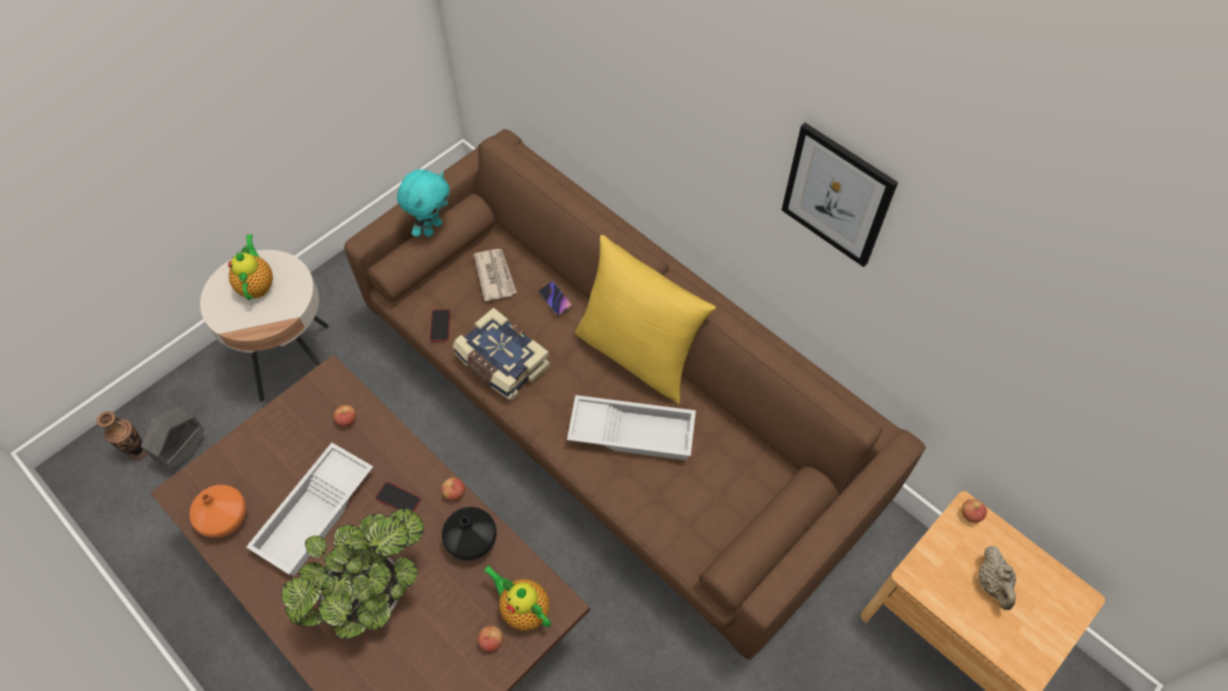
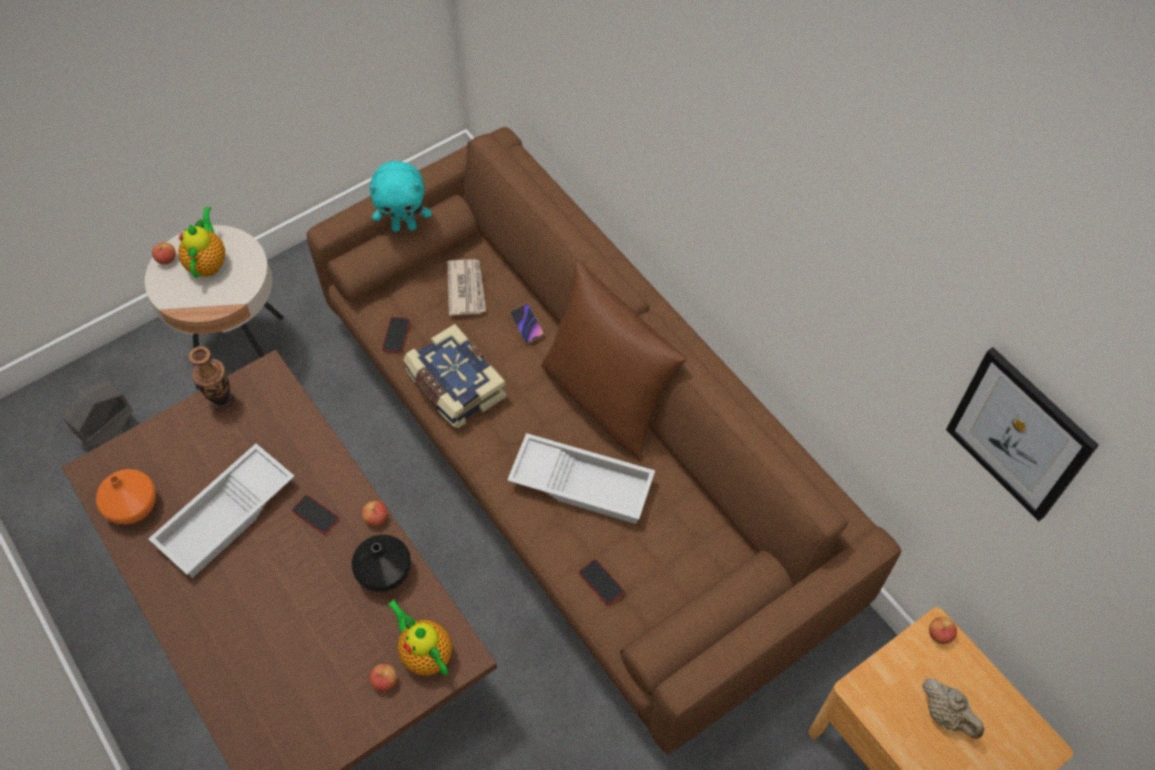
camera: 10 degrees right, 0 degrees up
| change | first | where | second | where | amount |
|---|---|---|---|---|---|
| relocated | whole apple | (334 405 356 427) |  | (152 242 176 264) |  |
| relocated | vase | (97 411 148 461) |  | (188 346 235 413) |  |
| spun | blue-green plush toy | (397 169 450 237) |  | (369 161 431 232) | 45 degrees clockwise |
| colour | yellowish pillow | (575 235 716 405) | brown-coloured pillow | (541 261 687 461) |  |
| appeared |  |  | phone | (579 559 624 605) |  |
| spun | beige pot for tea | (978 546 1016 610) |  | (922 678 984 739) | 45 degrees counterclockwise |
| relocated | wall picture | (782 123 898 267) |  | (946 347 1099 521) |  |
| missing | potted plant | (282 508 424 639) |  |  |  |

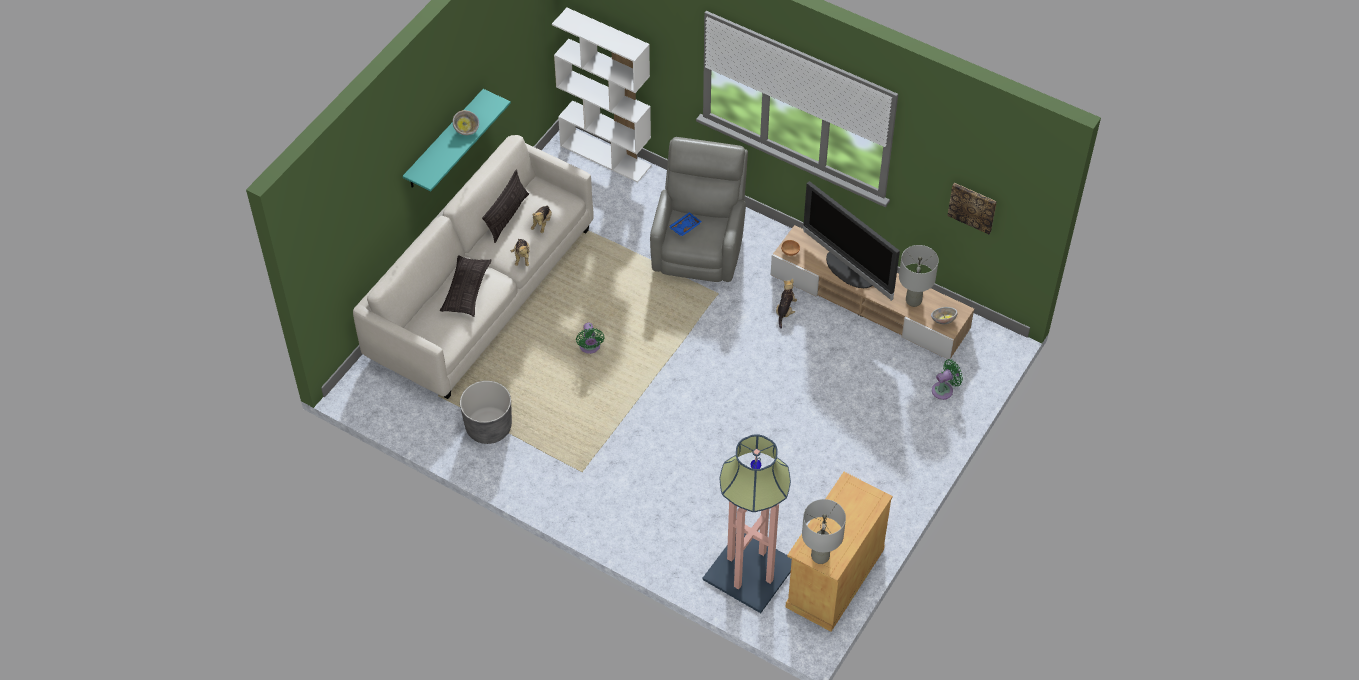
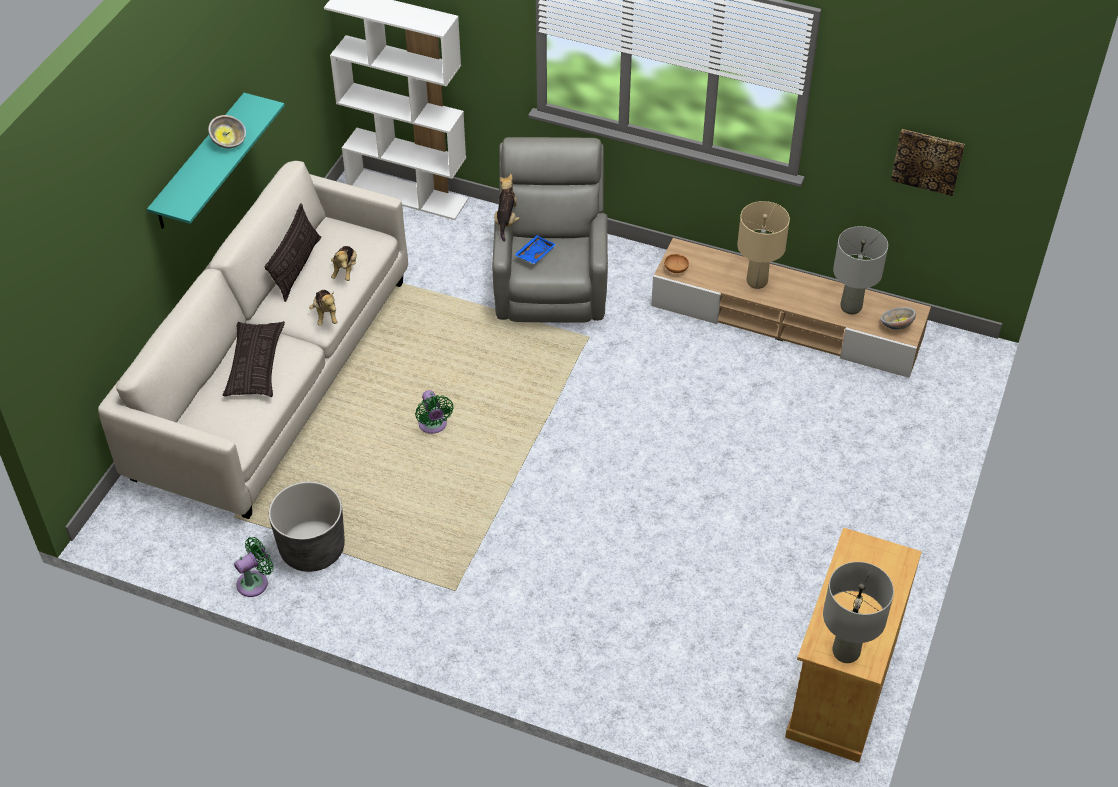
camera: 10 degrees left, 5 degrees down
| change | first | where | second | where | amount |
|---|---|---|---|---|---|
| relocated | greenish cooling fan | (932 359 963 400) |  | (234 537 273 597) |  |
| relocated | plush toy | (776 279 797 329) |  | (495 174 520 242) |  |
| exchanged | television | (803 181 900 301) | beige table lamp | (737 201 790 289) |  |
| missing | floor lamp | (702 434 792 613) |  |  |  |

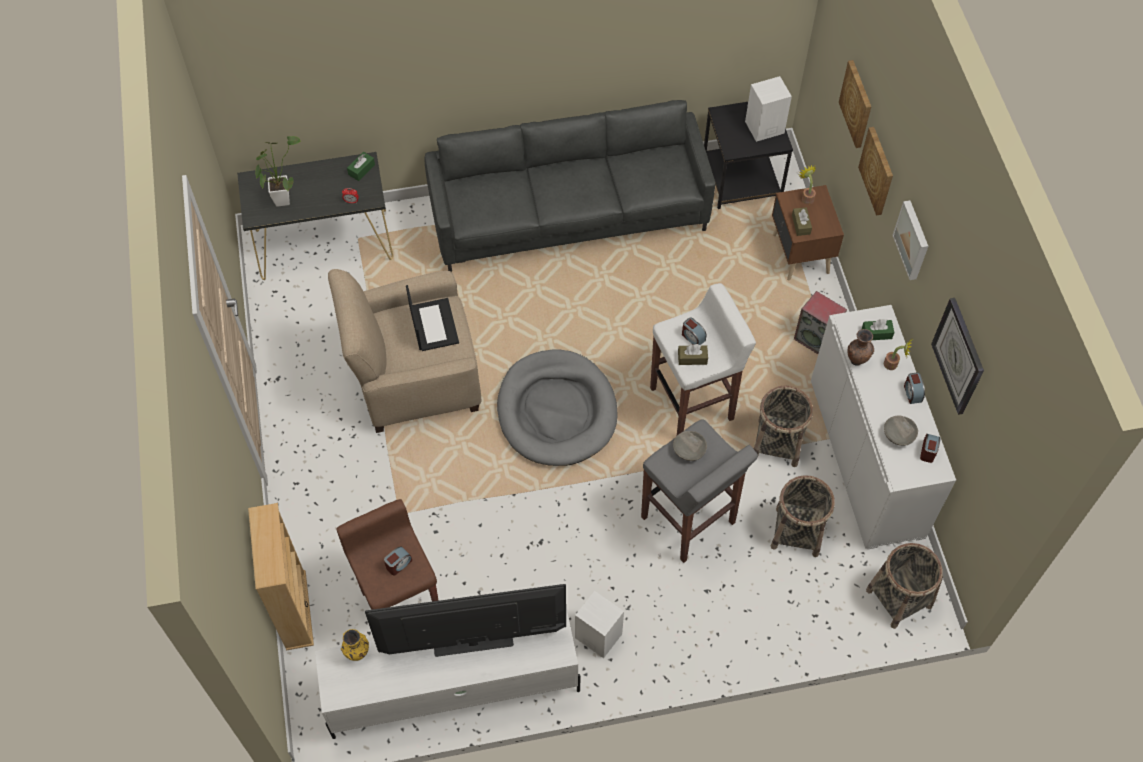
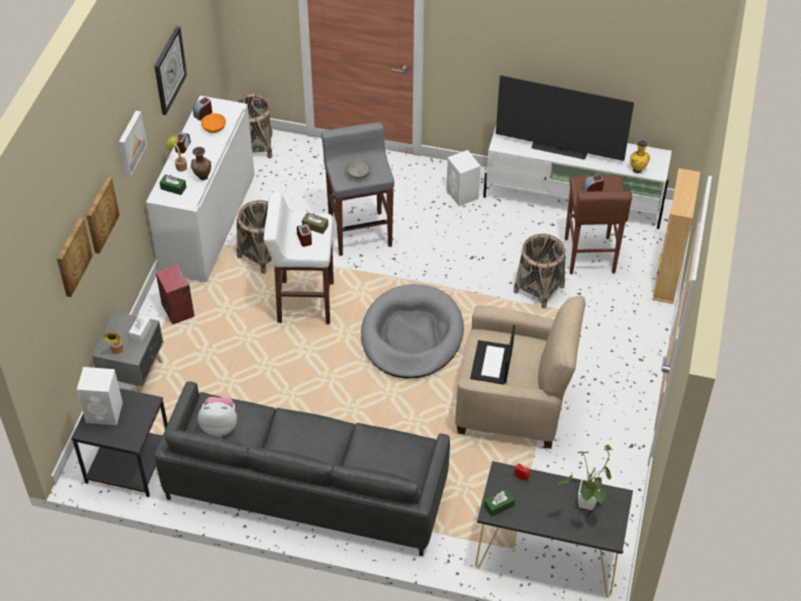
camera: 155 degrees left, 10 degrees down
| change | first | where | second | where | amount |
|---|---|---|---|---|---|
| colour | brown-coloured bedside table | (772 185 844 280) | grey bedside table | (92 312 163 393) |  |
| colour | brown-coloured tissue box | (792 207 812 236) | white tissue box | (129 315 152 342) |  |
| appeared |  |  | plush toy | (198 397 237 436) |  |
| colour | grey serving bowl | (884 415 918 446) | orange-coloured serving bowl | (201 113 226 133) |  |
| relocated | basket | (771 475 835 557) |  | (514 234 565 309) |  |

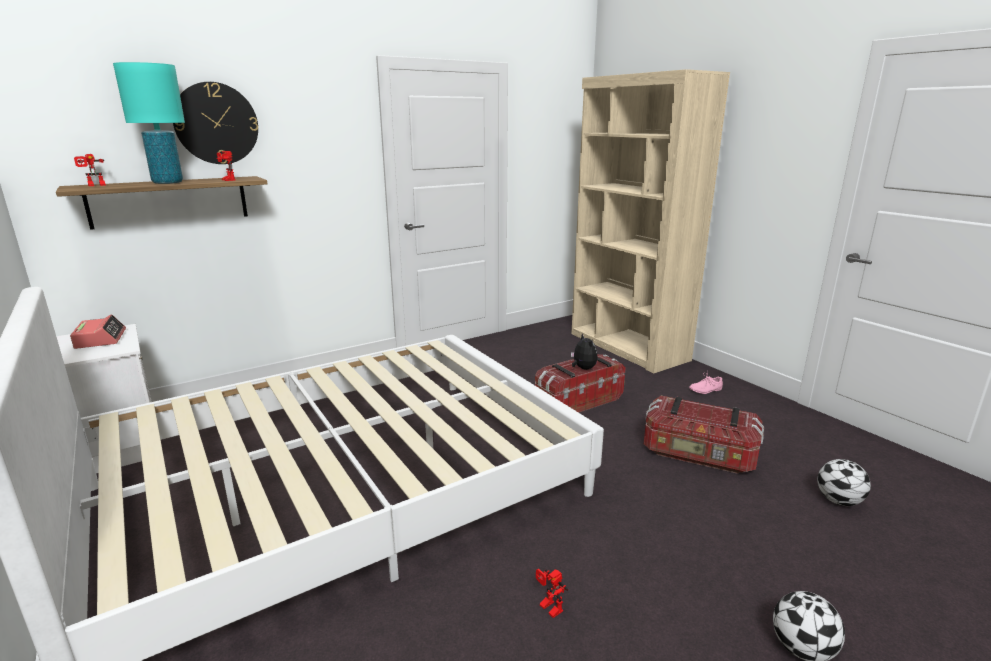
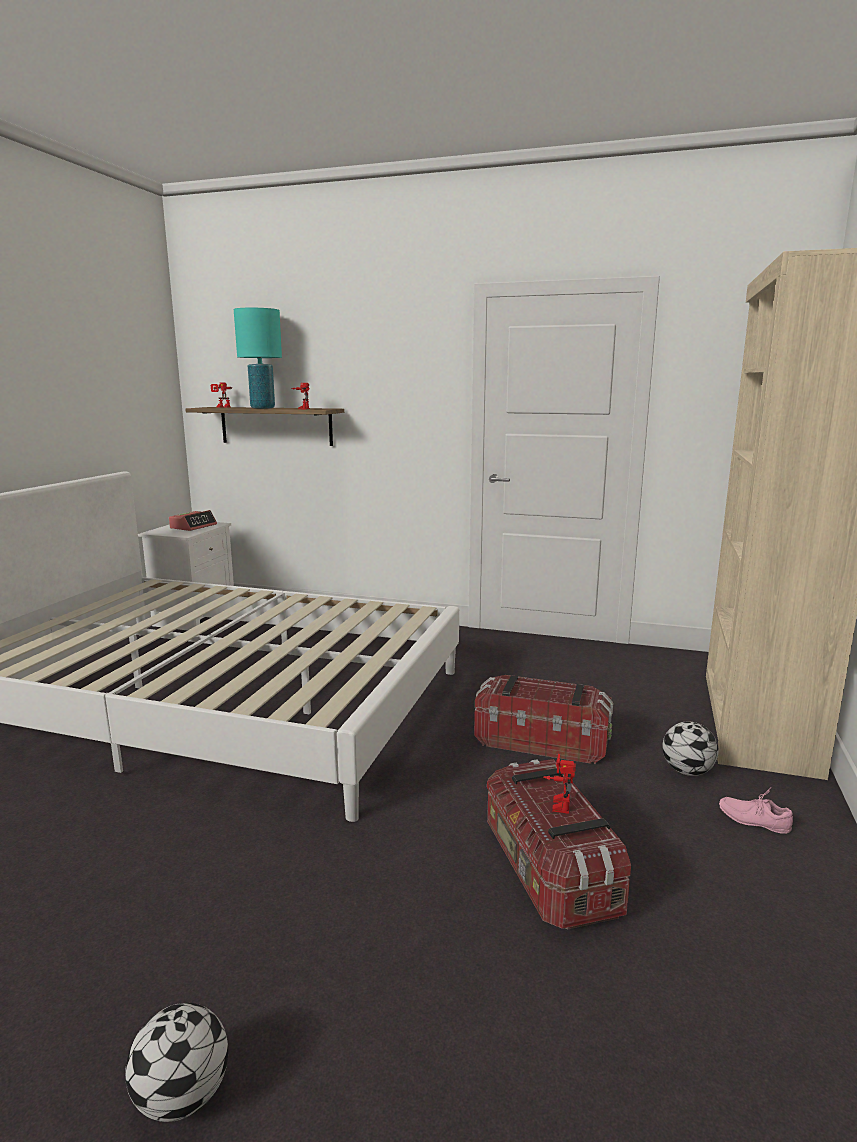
camera: 50 degrees right, 5 degrees down
| change | first | where | second | where | amount |
|---|---|---|---|---|---|
| relocated | model robot | (536 569 568 618) |  | (544 754 576 814) |  |
| relocated | ball for football | (817 459 871 506) |  | (662 721 719 776) |  |
| missing | clock on the wall | (173 82 258 164) |  |  |  |
| missing | plush toy | (571 333 598 370) |  |  |  |

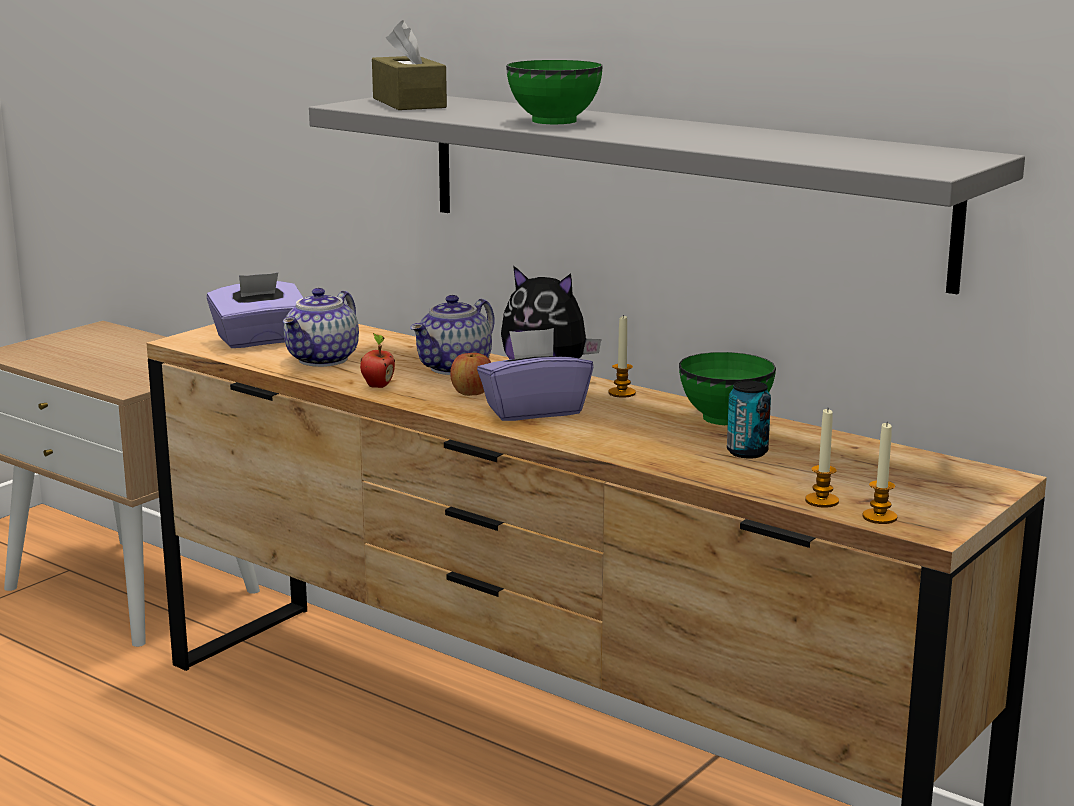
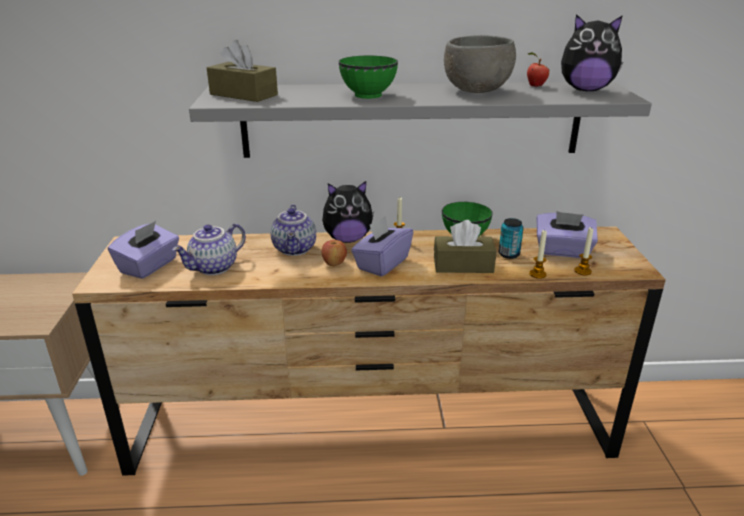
camera: 40 degrees left, 10 degrees up
| change | first | where | second | where | amount |
|---|---|---|---|---|---|
| spun | pot for tea | (283 288 359 367) |  | (172 223 246 275) | 60 degrees clockwise |
| appeared |  |  | brown-coloured tissue box | (434 220 496 273) |  |
| appeared |  |  | grey serving bowl | (444 35 516 93) |  |
| relocated | whole apple | (360 333 395 388) |  | (527 52 549 87) |  |
| relocated | wax candle | (862 423 897 524) |  | (529 230 547 279) |  |
| appeared |  |  | purple-coloured tissue box | (536 211 598 258) |  |
| appeared |  |  | plush toy | (561 14 623 91) |  |

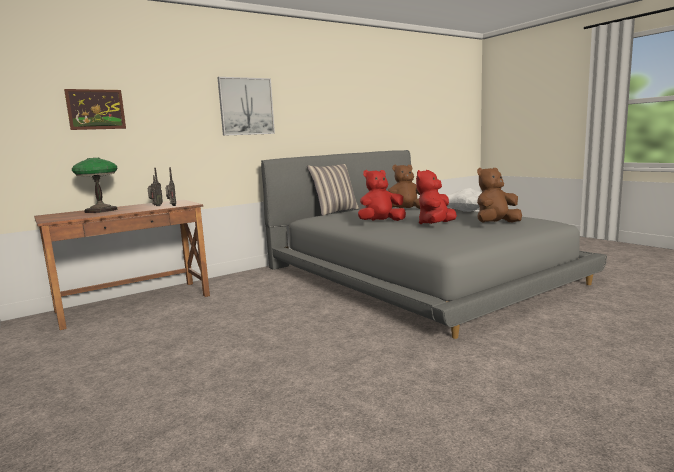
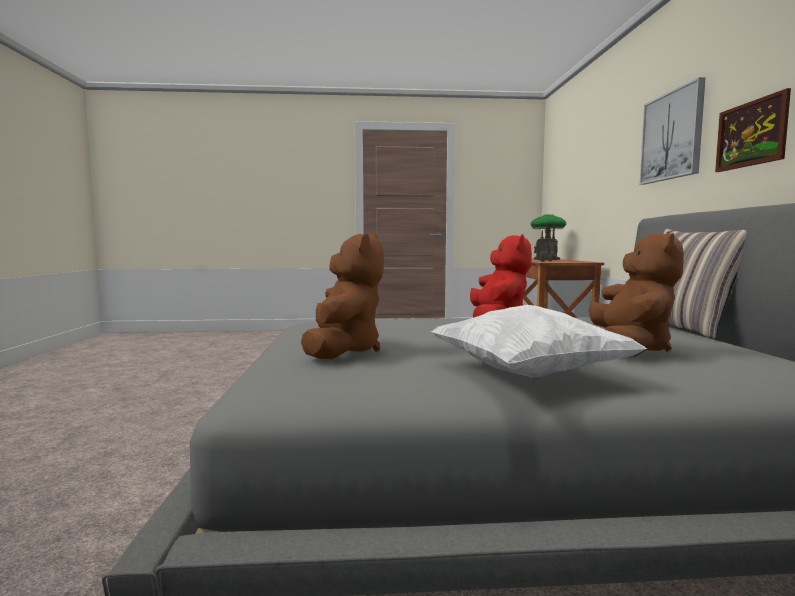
camera: 120 degrees right, 5 degrees down
| change | first | where | second | where | amount |
|---|---|---|---|---|---|
| relocated | wall picture | (64 89 126 130) |  | (715 88 791 172) |  |
| missing | red-coloured plush toy | (416 170 457 224) |  |  |  |

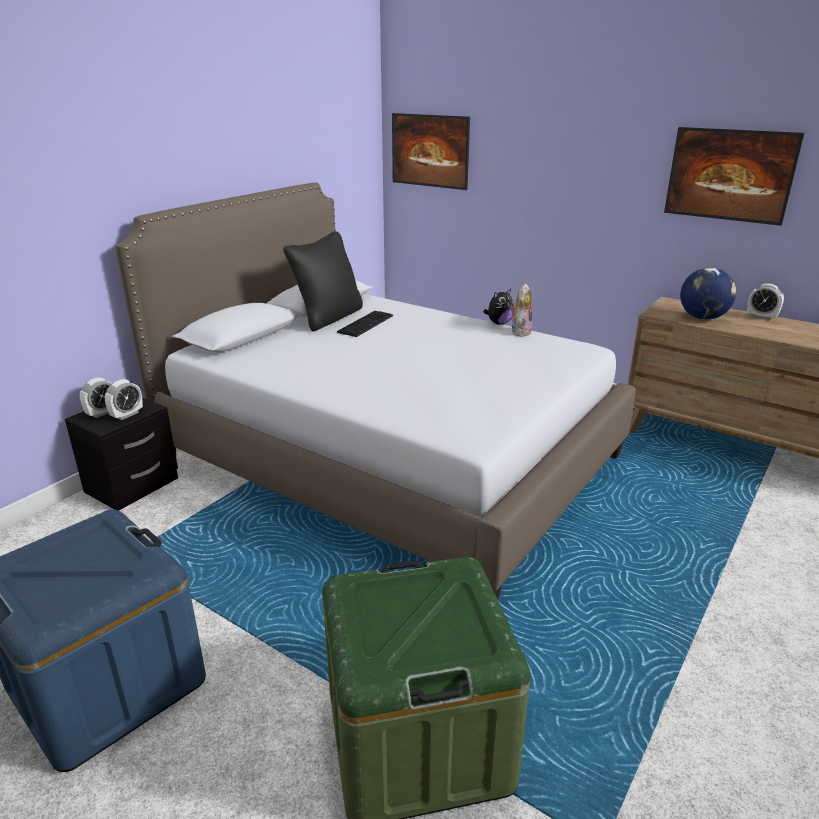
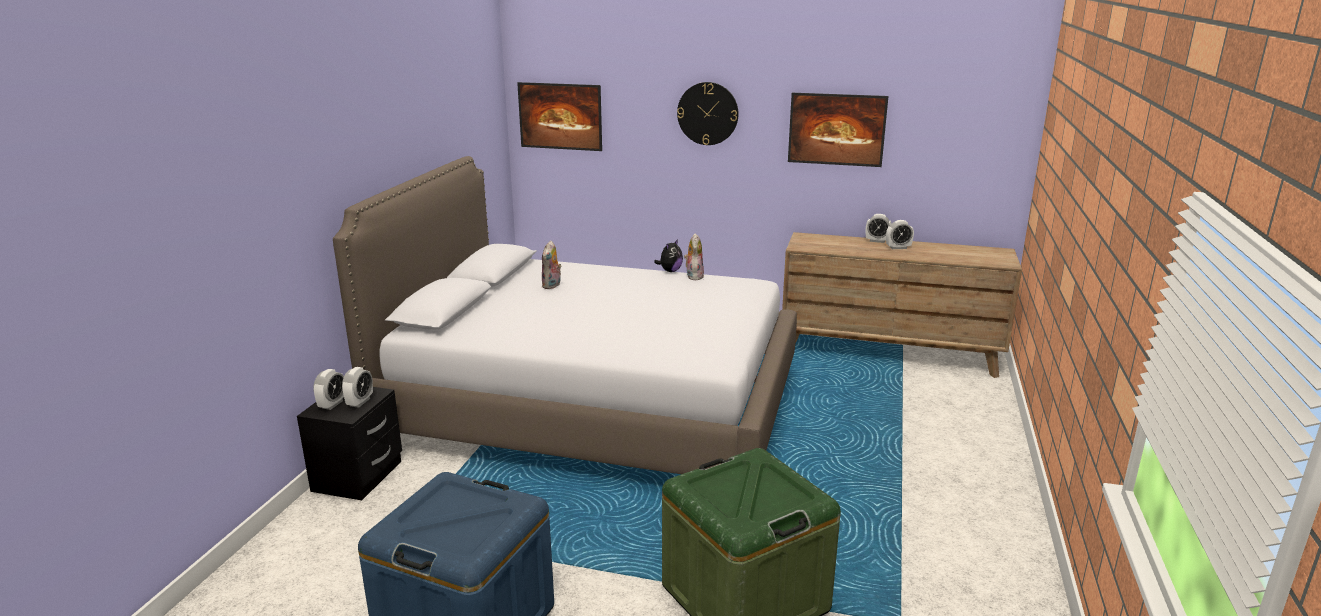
camera: 20 degrees left, 5 degrees down
| change | first | where | second | where | amount |
|---|---|---|---|---|---|
| exchanged | keyboard | (337 311 393 337) | plush toy | (542 241 562 289) |  |
| appeared |  |  | clock on the wall | (677 82 739 145) |  |
| appeared |  |  | alarm clock | (886 220 914 249) |  |
| missing | black-coloured pillow | (283 231 363 332) |  |  |  |
| missing | world globe | (680 268 736 320) |  |  |  |

